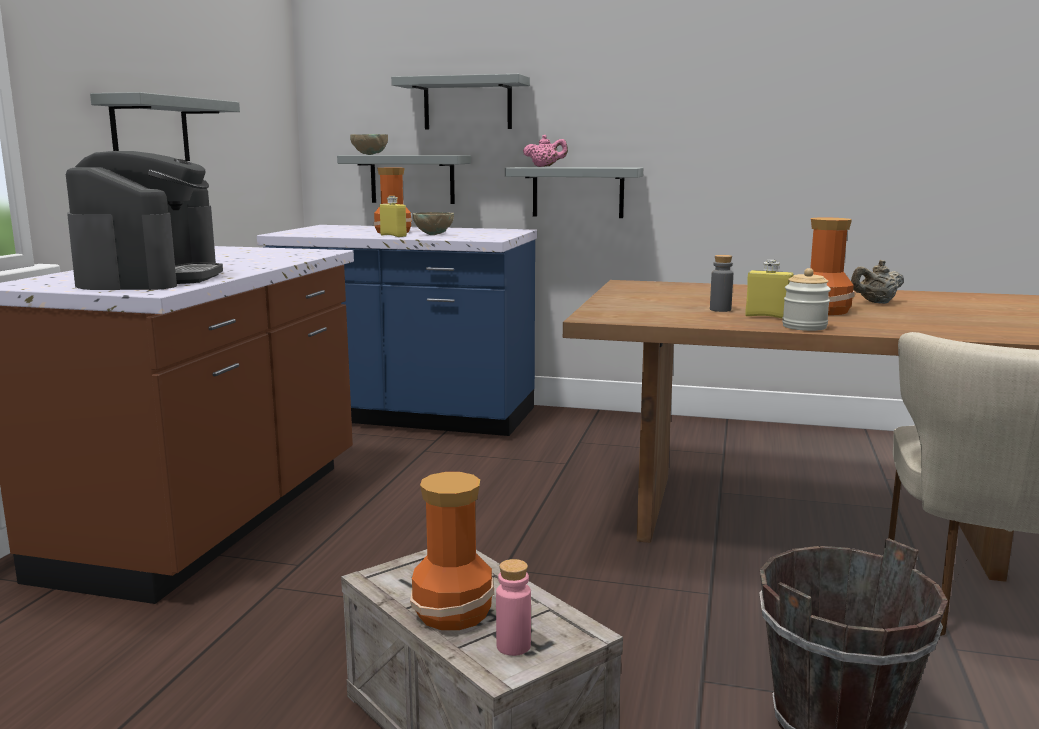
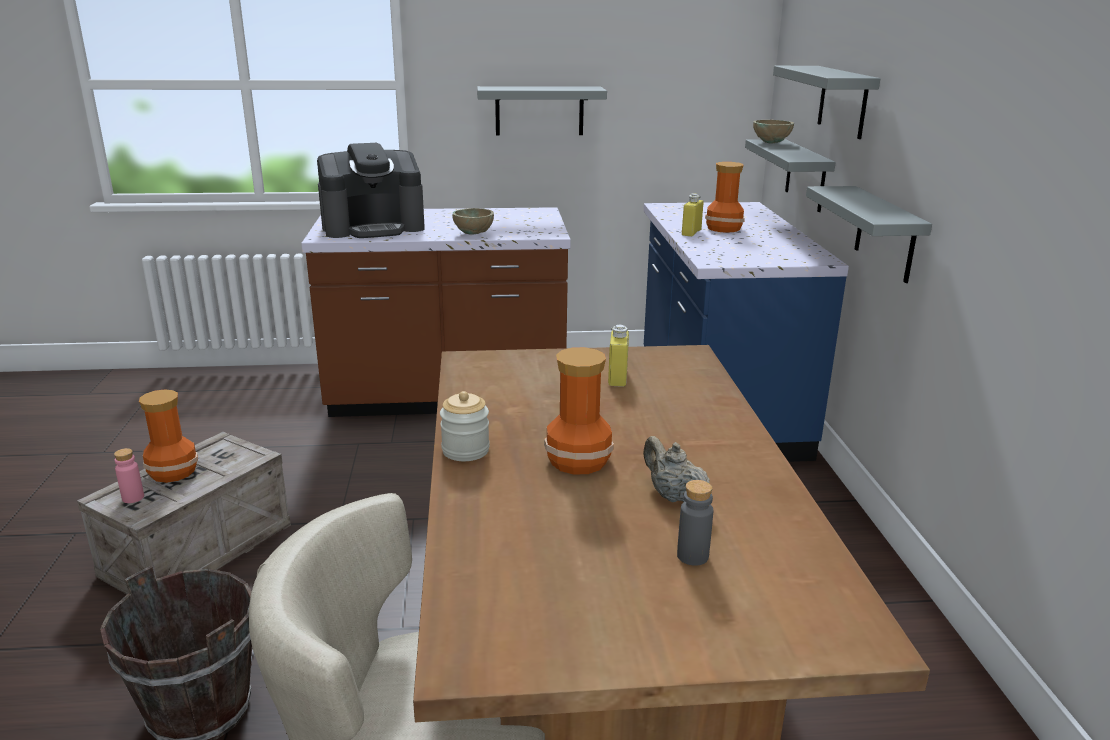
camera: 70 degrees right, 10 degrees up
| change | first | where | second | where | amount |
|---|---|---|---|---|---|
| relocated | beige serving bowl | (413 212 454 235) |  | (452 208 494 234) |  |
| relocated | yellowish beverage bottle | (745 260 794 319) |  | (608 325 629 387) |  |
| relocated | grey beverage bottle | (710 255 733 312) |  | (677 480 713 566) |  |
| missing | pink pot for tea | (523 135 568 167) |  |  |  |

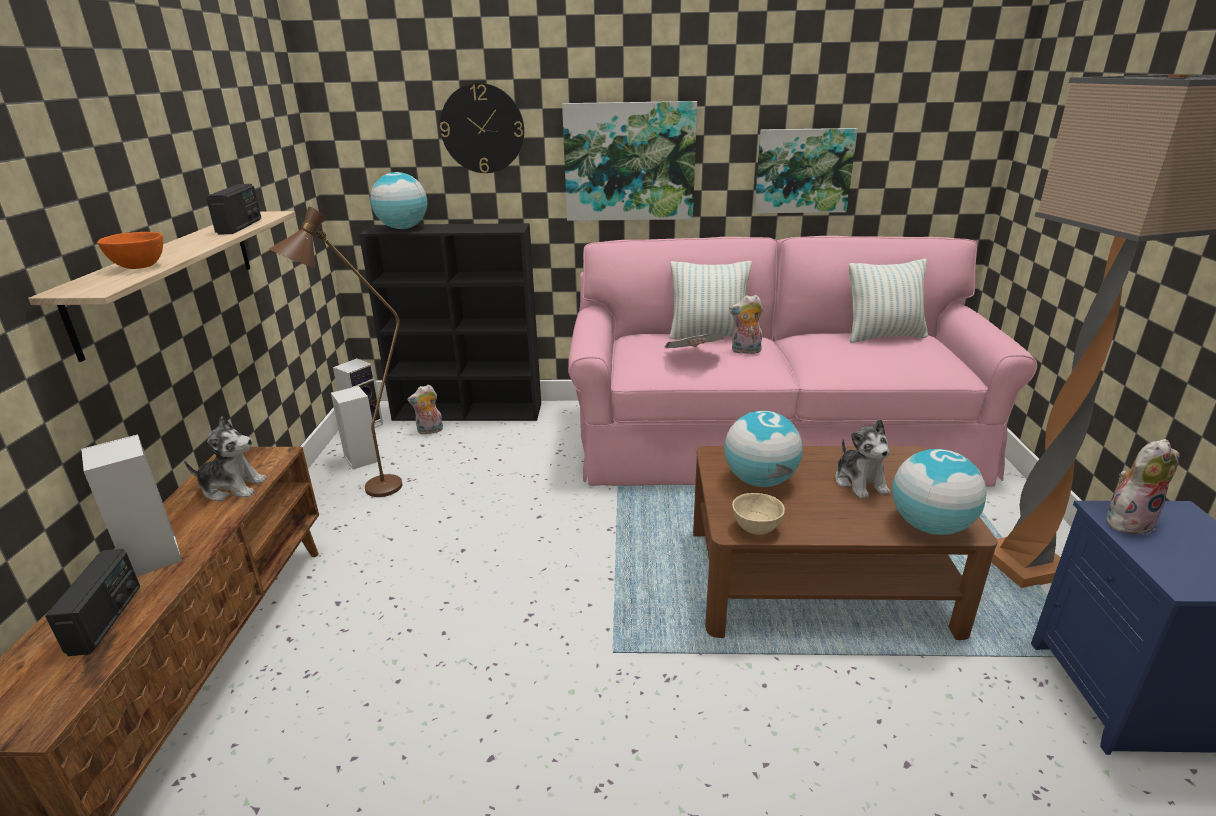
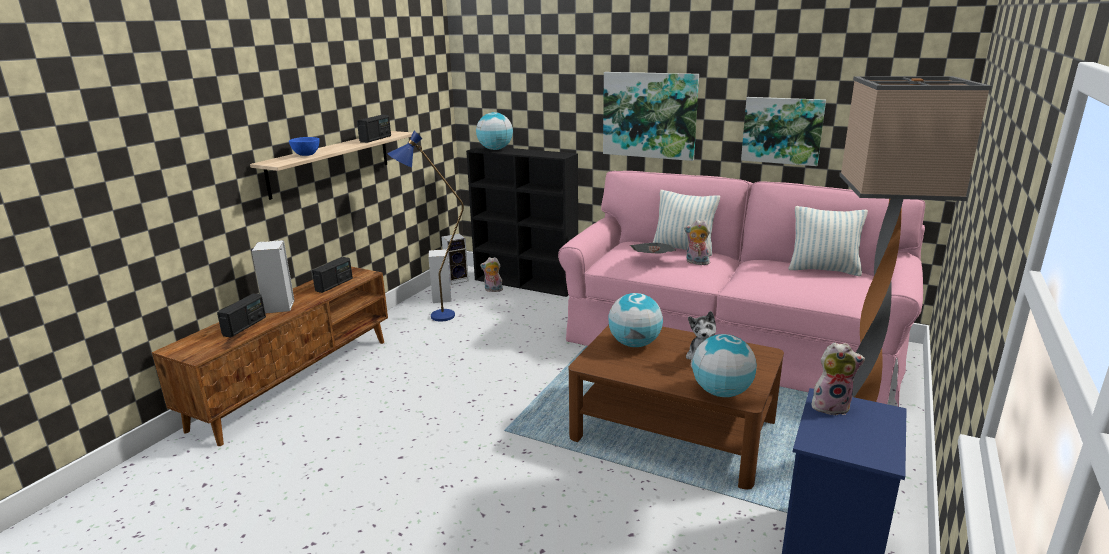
camera: 25 degrees right, 5 degrees down
| change | first | where | second | where | amount |
|---|---|---|---|---|---|
| colour | orange-coloured serving bowl | (97 232 163 269) | bluish serving bowl | (289 137 320 156) |  |
| exchanged | plush toy | (184 417 267 501) | radio receiver | (312 257 353 293) |  |
| colour | brown-coloured floor lamp | (269 206 402 497) | bluish floor lamp | (387 131 464 322) |  |
| missing | clock on the wall | (440 83 524 173) |  |  |  |
| missing | beige serving bowl | (732 493 785 535) |  |  |  |

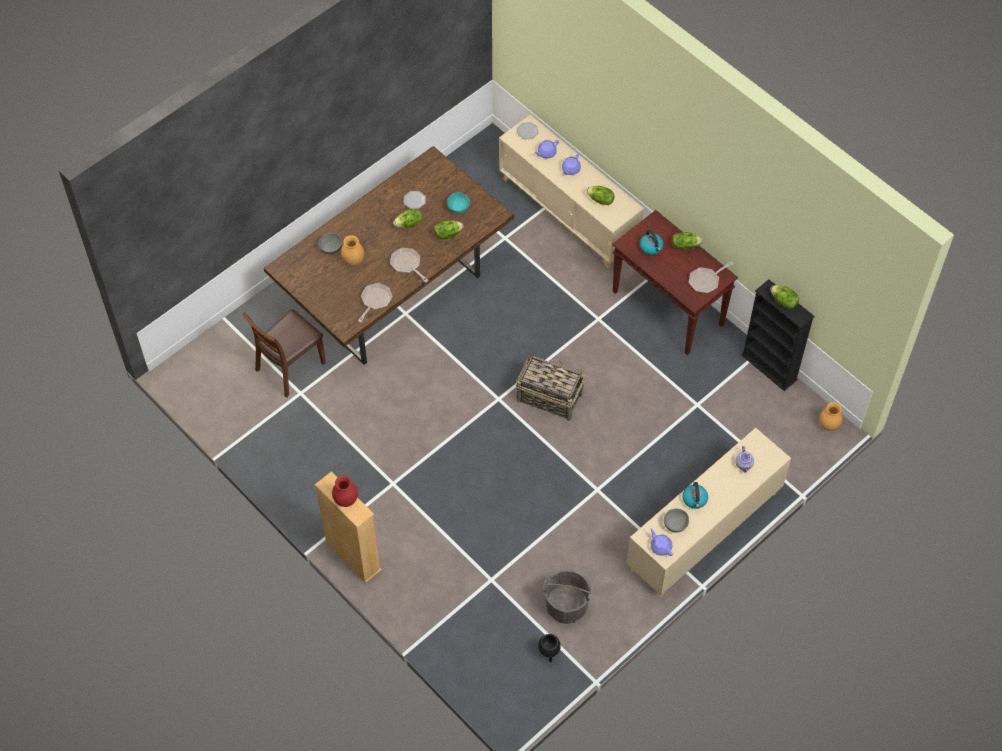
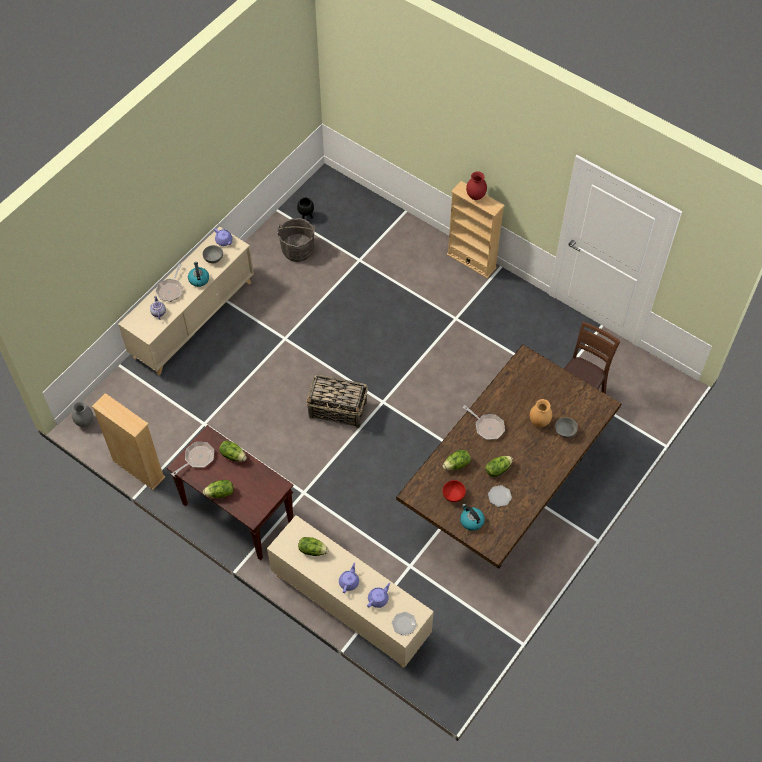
camera: 170 degrees right, 0 degrees up
| change | first | where | second | where | amount |
|---|---|---|---|---|---|
| colour | brown-coloured vase | (819 402 843 431) | grey vase | (72 401 93 427) |  |
| colour | black-coloured bookcase | (741 279 815 391) | beige bookcase | (92 393 165 490) |  |
| relocated | pan | (358 283 393 322) |  | (155 264 183 302) |  |
| relocated | lettuce | (770 285 799 309) |  | (219 440 247 462) |  |
| colour | blue-green serving bowl | (447 192 470 214) | red-coloured serving bowl | (442 480 466 502) |  |
| relocated | water kettle | (640 230 664 255) |  | (460 504 485 531) |  |

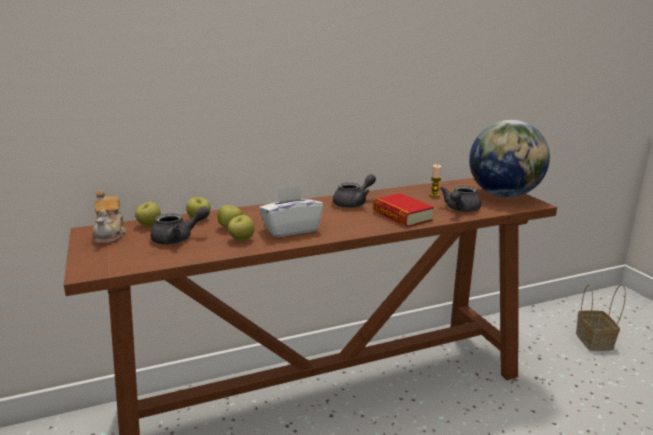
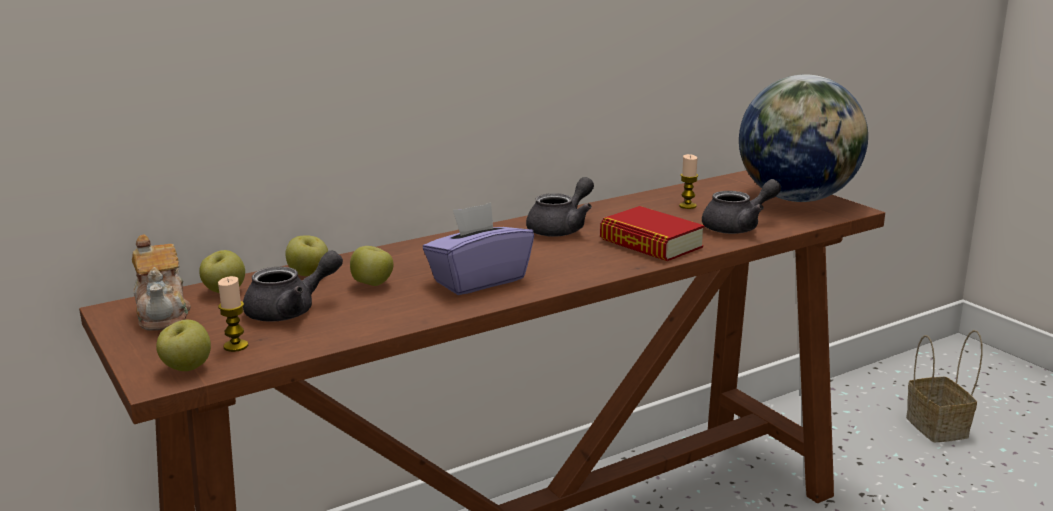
camera: 10 degrees left, 0 degrees up
| change | first | where | second | where | amount |
|---|---|---|---|---|---|
| relocated | whole apple | (228 215 255 241) |  | (156 320 211 371) |  |
| appeared |  |  | wax candle | (218 276 248 352) |  |
| colour | white tissue box | (259 185 324 237) | purple-coloured tissue box | (423 202 534 295) |  |
| spun | grey pot for tea | (440 186 481 212) |  | (702 179 781 234) | 135 degrees counterclockwise |

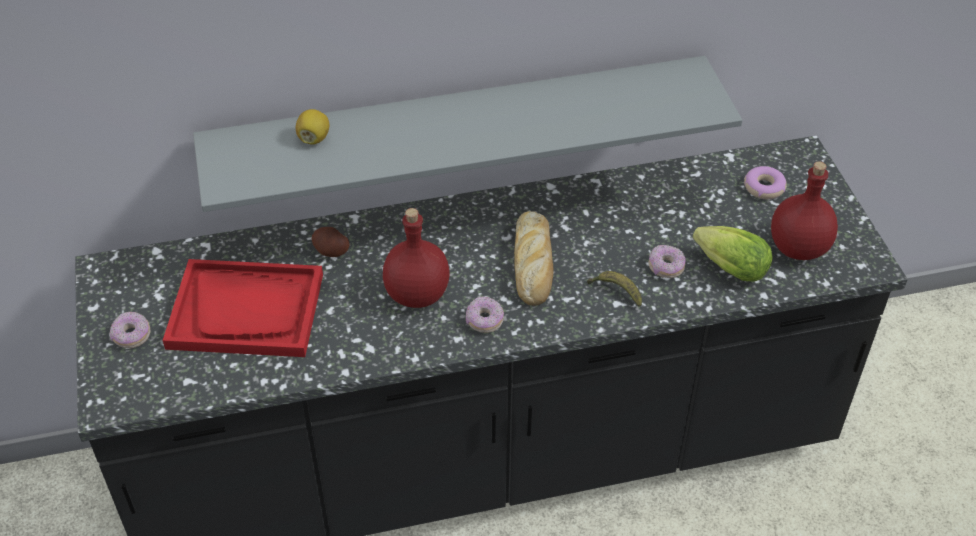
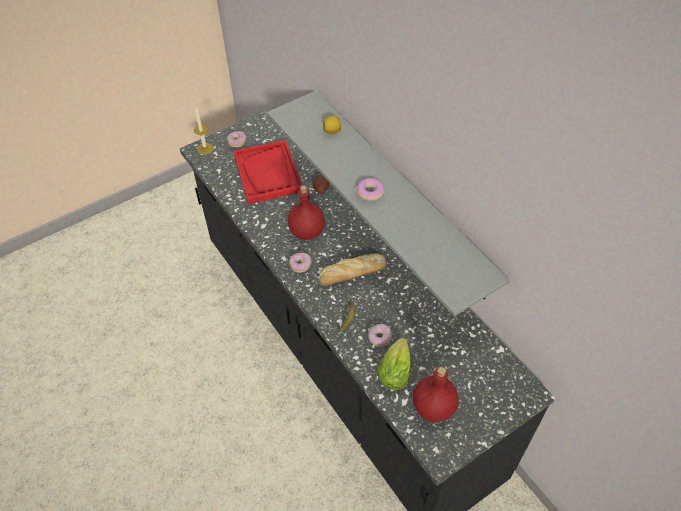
camera: 70 degrees right, 5 degrees up
| change | first | where | second | where | amount |
|---|---|---|---|---|---|
| appeared |  |  | wax candle | (194 108 213 155) |  |
| relocated | doughnut | (744 166 787 199) |  | (356 178 385 201) |  |

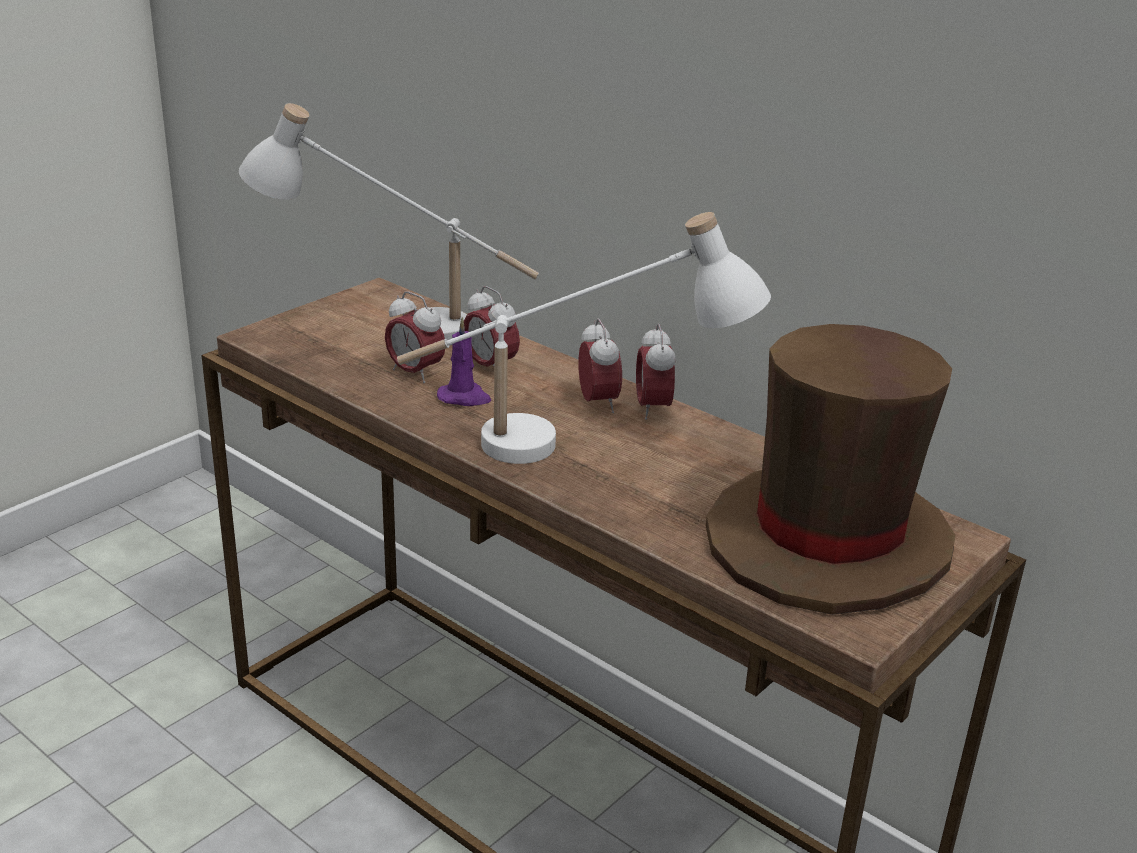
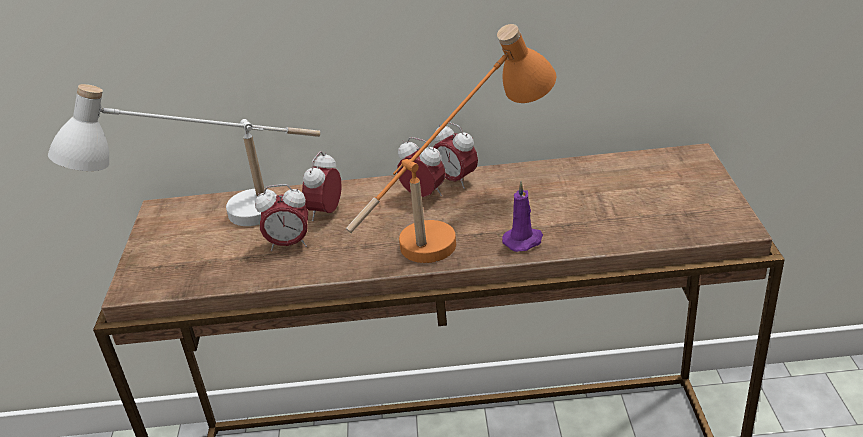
camera: 40 degrees left, 5 degrees up
| change | first | where | second | where | amount |
|---|---|---|---|---|---|
| spun | alarm clock | (464 286 520 367) |  | (302 151 342 221) | 105 degrees clockwise |
| colour | white table lamp | (397 212 771 464) | orange-coloured table lamp | (346 24 556 263) |  |
| relocated | purple-coloured wax candle | (437 317 491 406) |  | (502 181 543 252) |  |
| missing | brown-coloured hat | (706 324 956 615) |  |  |  |

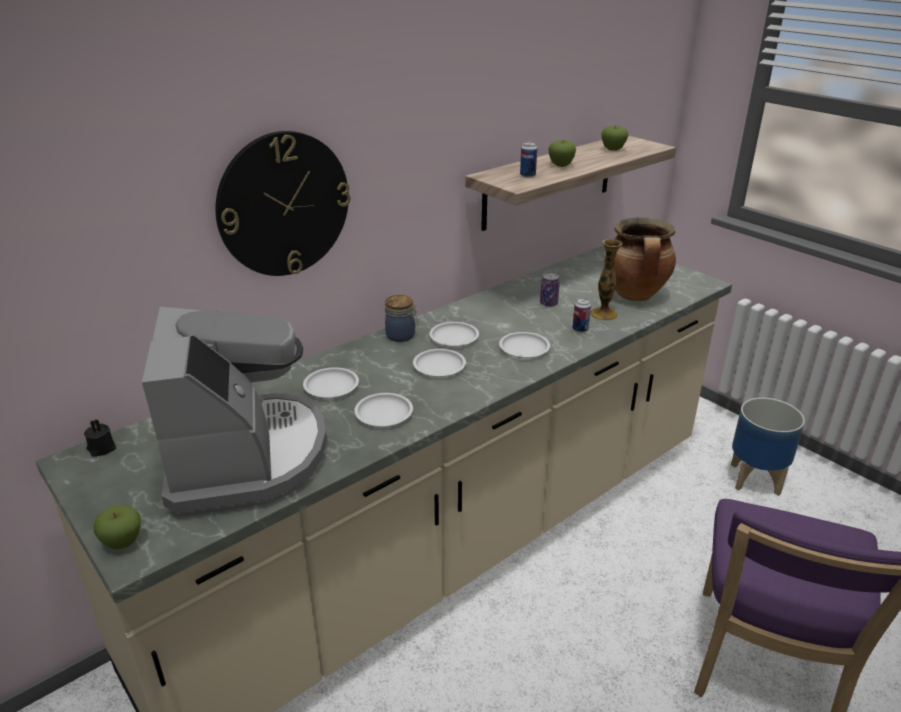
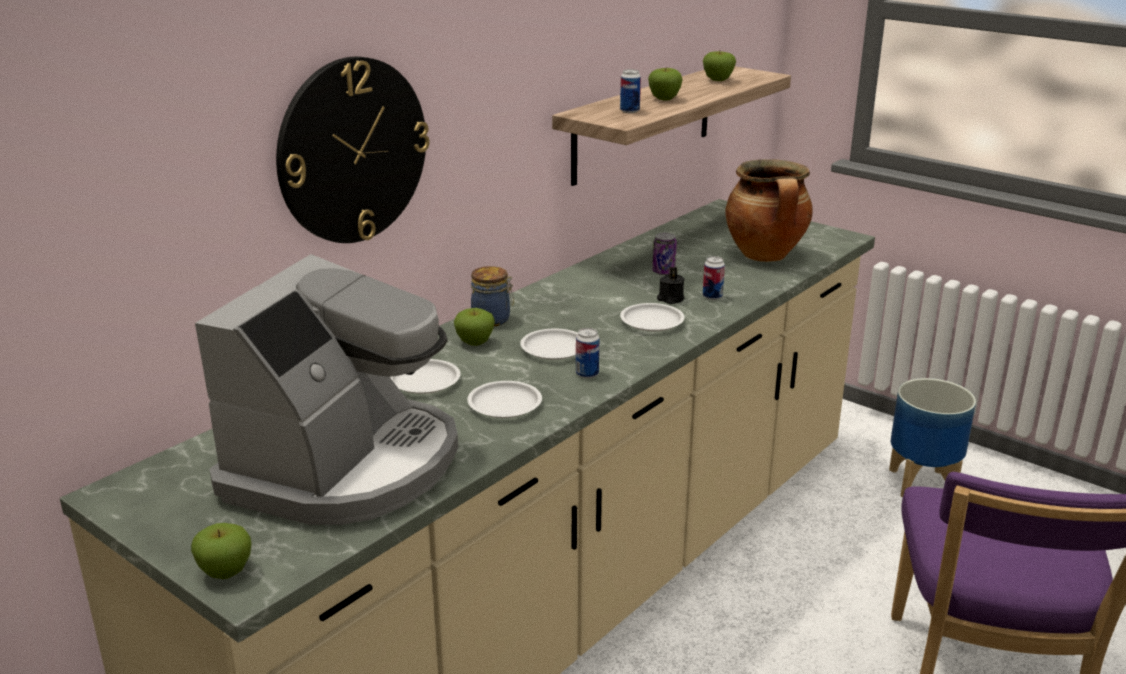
camera: 10 degrees left, 5 degrees down
| change | first | where | second | where | amount |
|---|---|---|---|---|---|
| spun | coffee machine | (142 307 327 517) |  | (195 254 458 525) | 45 degrees clockwise |
| appeared |  |  | whole apple | (454 308 495 346) |  |
| appeared |  |  | sealed can | (576 328 599 378) |  |
| relocated | black-coloured wax candle | (84 419 116 457) |  | (657 267 685 304) |  |
| missing | white flat dish | (429 322 479 347) |  |  |  |
| missing | vase | (590 239 622 321) |  |  |  |

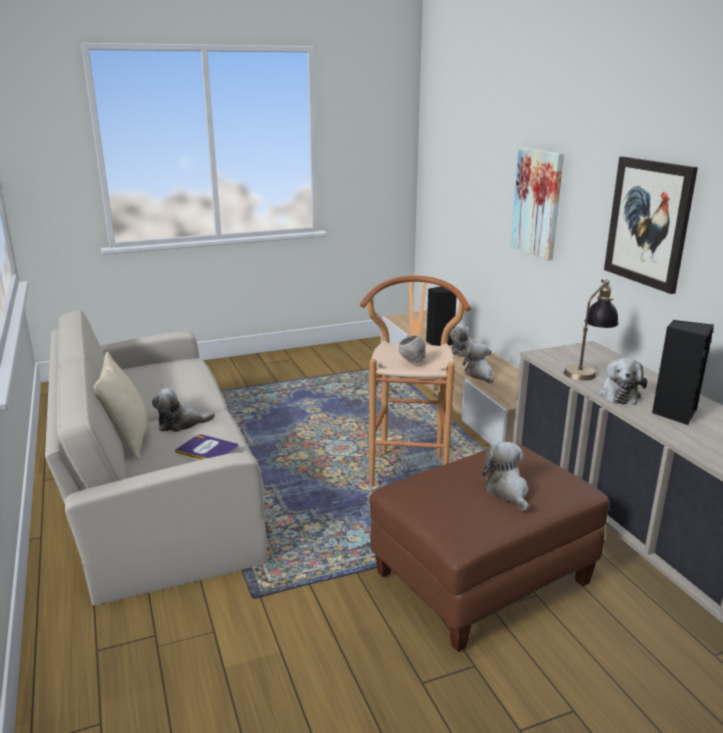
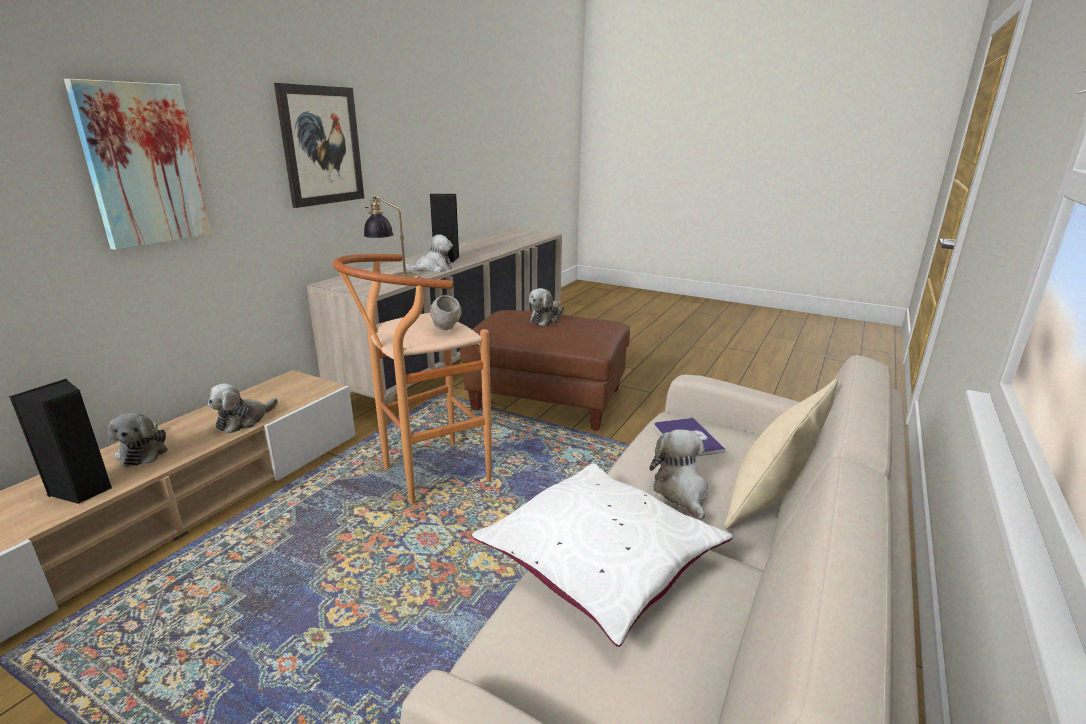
camera: 130 degrees left, 0 degrees up
| change | first | where | second | where | amount |
|---|---|---|---|---|---|
| appeared |  |  | white pillow | (472 463 733 647) |  |
| spun | plush toy | (152 388 215 432) |  | (650 429 708 521) | 135 degrees counterclockwise |

